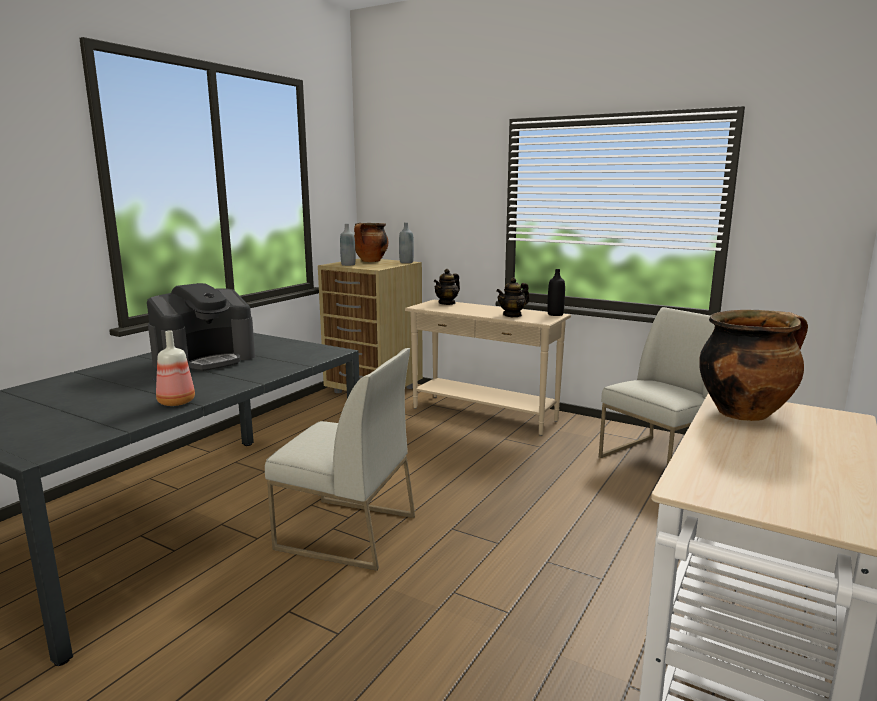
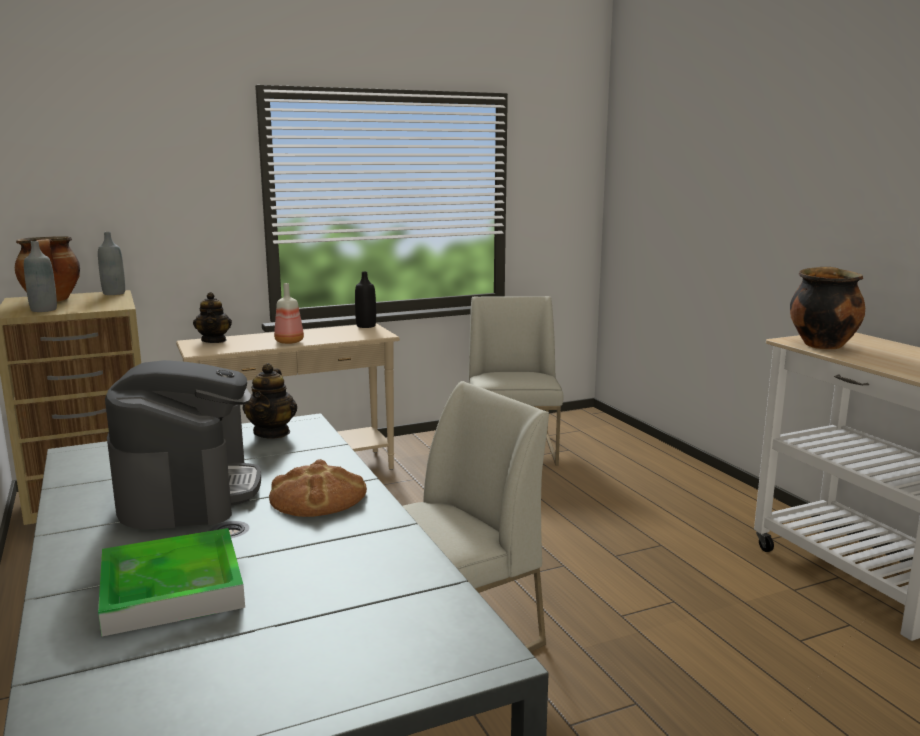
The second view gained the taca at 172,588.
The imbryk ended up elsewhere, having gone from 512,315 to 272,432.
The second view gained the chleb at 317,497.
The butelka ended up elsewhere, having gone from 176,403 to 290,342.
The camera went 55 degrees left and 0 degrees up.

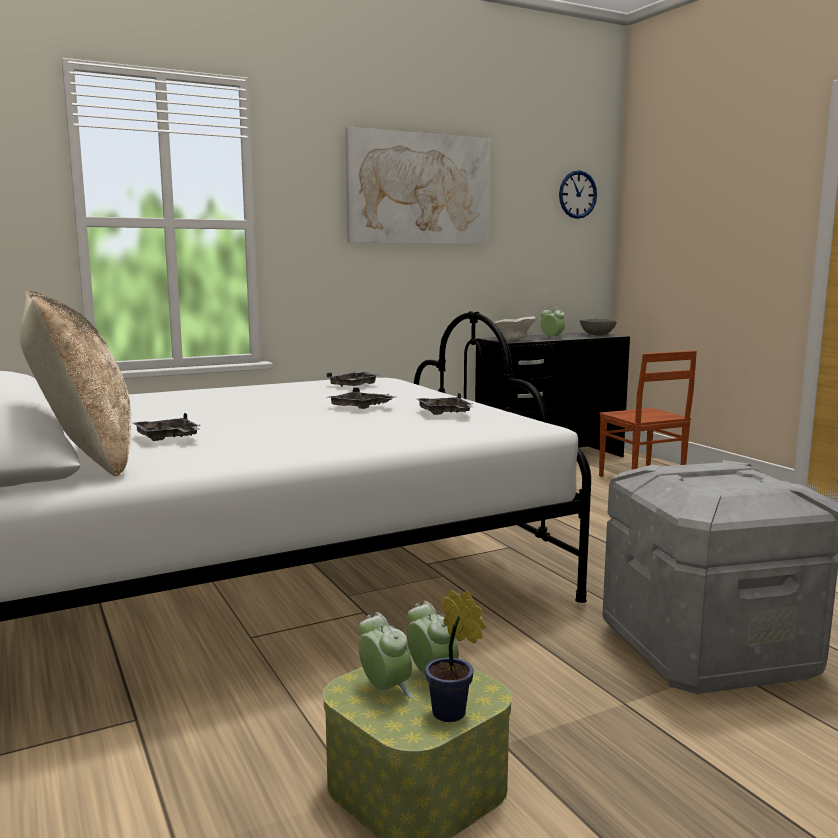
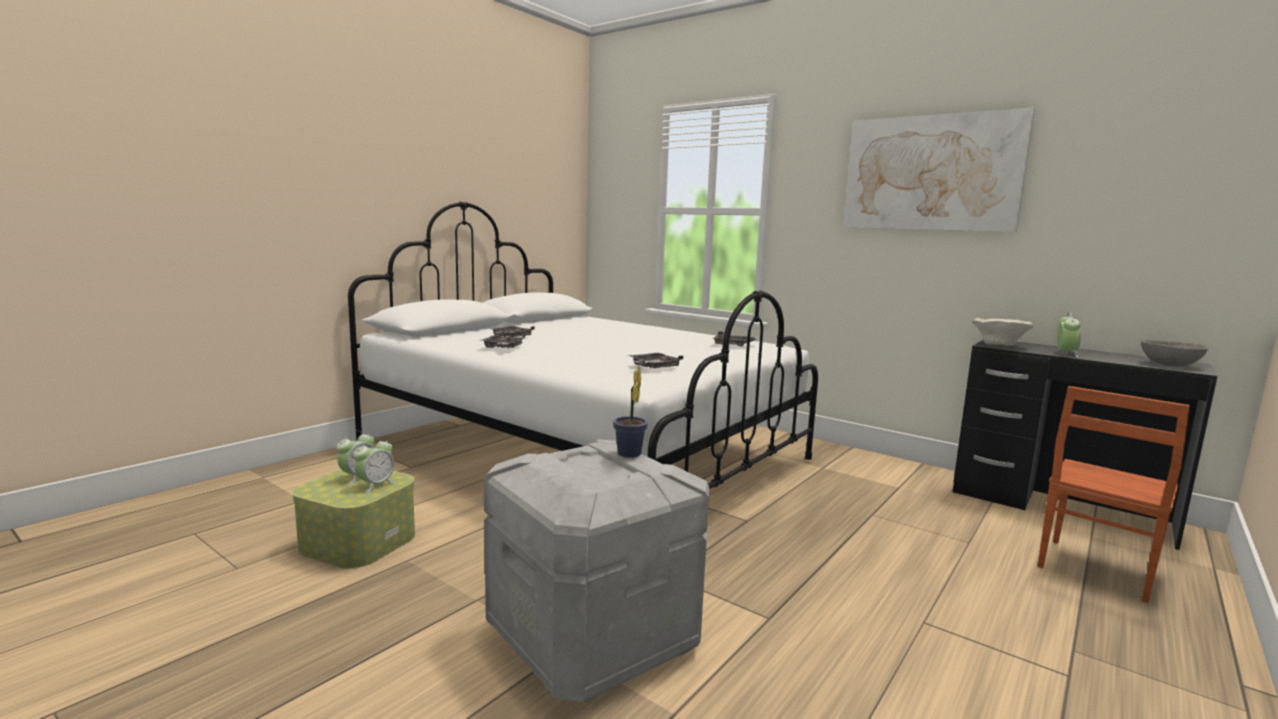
The taca/szary ended up elsewhere, having gone from 361,407 to 502,348.
The roślina doniczkowa ended up elsewhere, having gone from 453,715 to 628,455.
The second view lost the poduszka/beżowy at 83,461.
The second view lost the zegar ścienny at 577,194.
The camera went 65 degrees right and 0 degrees up.

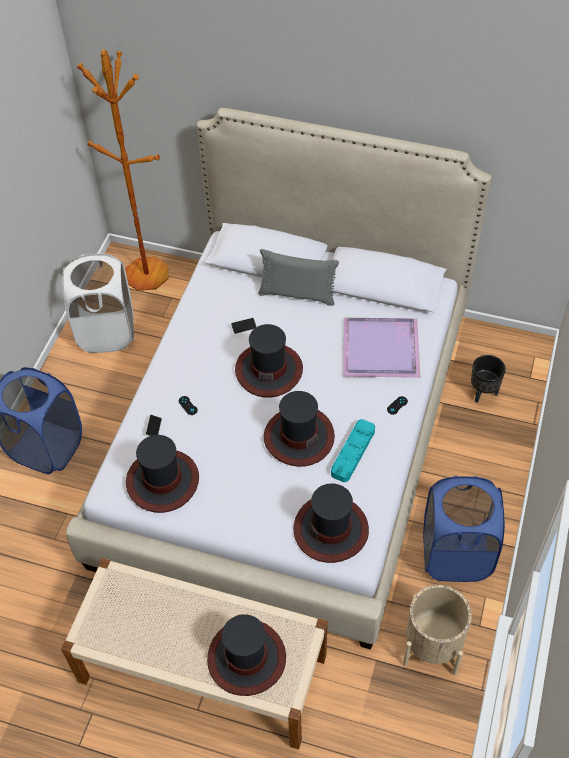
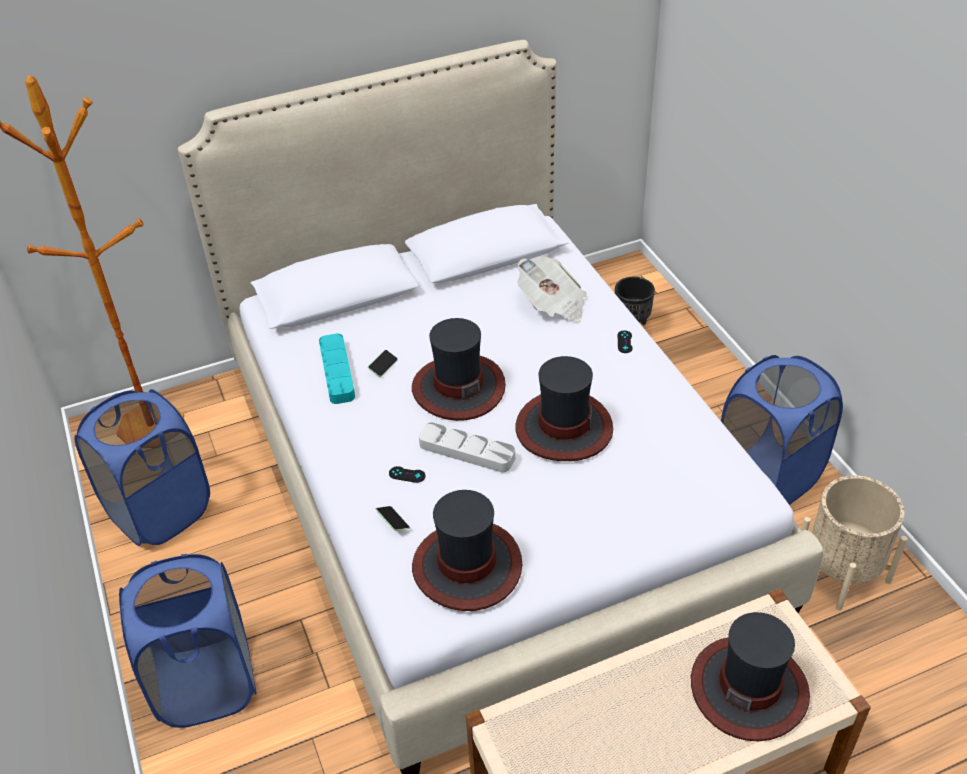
What was the kosz na pranie/biały at 107,332 turned into the kosz na pranie/niebieski at 160,511.
The taca/turkusowy ended up elsewhere, having gone from 353,452 to 337,372.
The second view gained the taca/szary at 467,451.
Where the taca/fioletowy stood at 382,350, the gazeta came to stand at 552,305.
The second view lost the poduszka/szary at 297,294.
The second view lost the kapelusz at 331,529.
The camera went 40 degrees left and 10 degrees down.

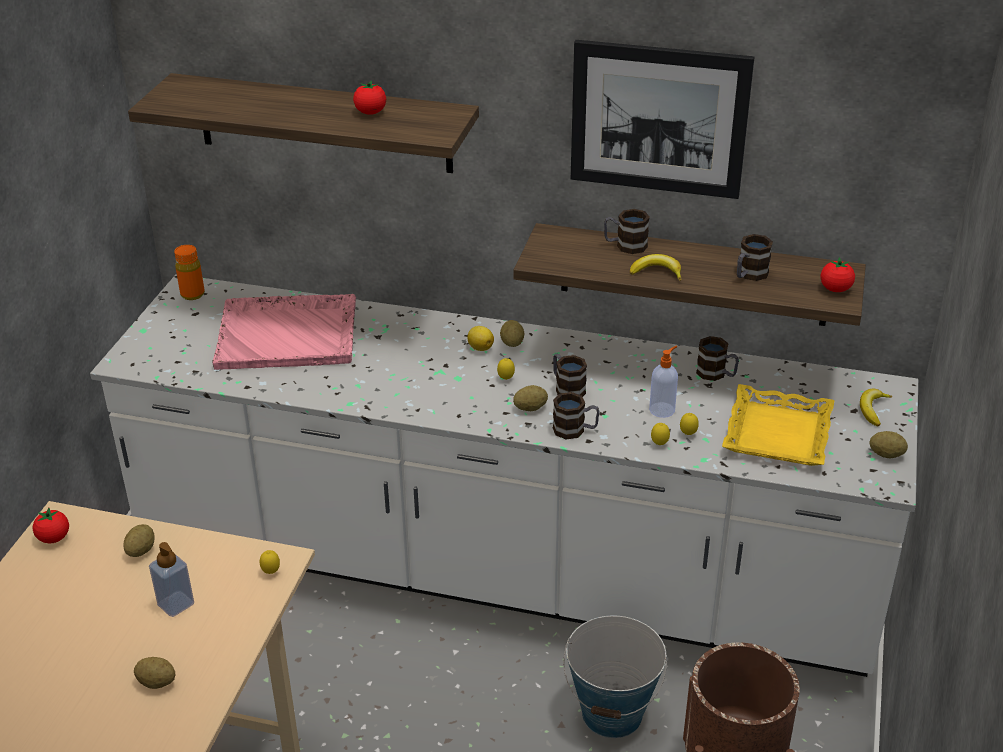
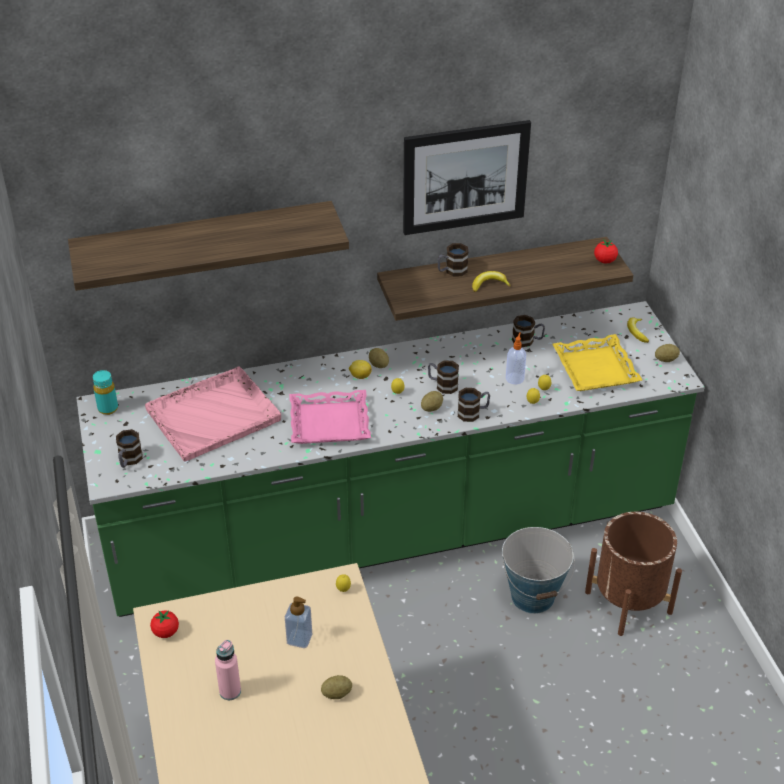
What was the zabudowa kuchenna/biały at 503,570 turned into the zabudowa kuchenna/zielony at 392,531.
What was the butelka/pomarańczowy at 192,294 turned into the butelka/turkusowy at 108,409.
The kubek ended up elsewhere, having gone from 749,275 to 129,460.
The second view gained the butelka/różowy at 230,691.
The second view gained the taca/różowy at 329,422.
The second view lost the ziemniak at 141,550.
The second view lost the pomidor at 370,112.
The camera went 30 degrees left and 5 degrees up.

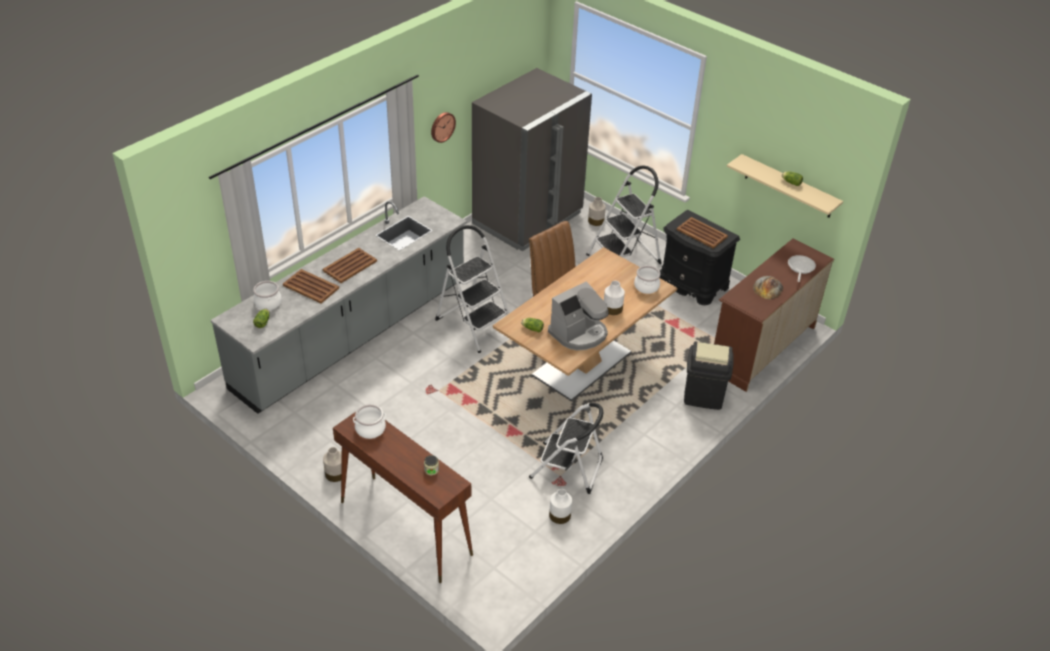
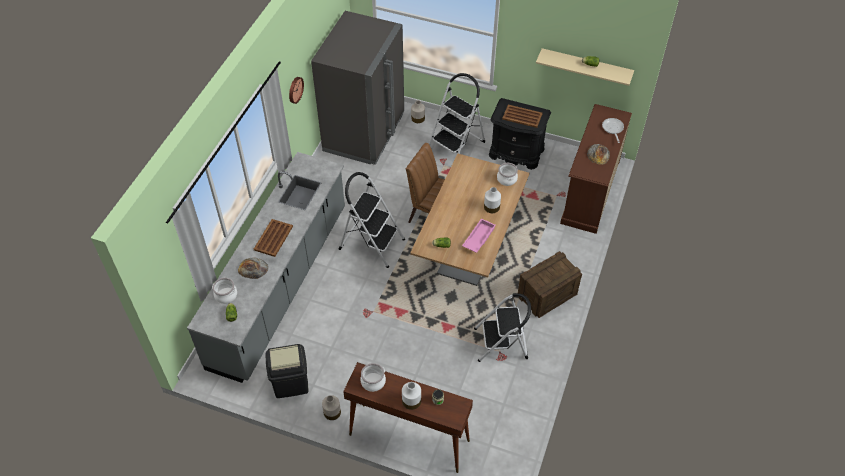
Where the taca/brązowy stood at 311,287, the chleb came to stand at 253,268.
The kosz na śmieci/czarny ended up elsewhere, having gone from 703,396 to 291,383.
The wazon/biały ended up elsewhere, having gone from 560,515 to 411,401.
Where the ekspres do kawy stood at 579,333, the taca/różowy came to stand at 478,238.
The second view gained the skrzynka at 547,295.
The camera went 20 degrees left and 10 degrees up.

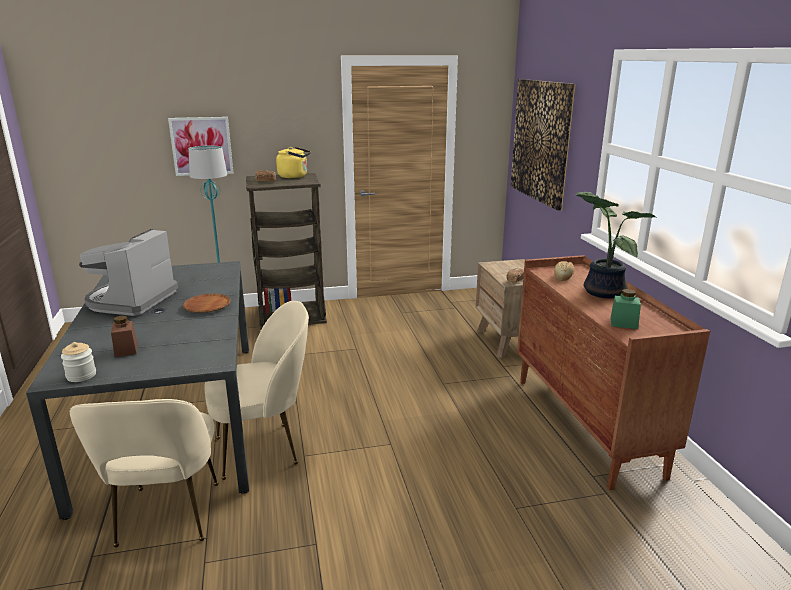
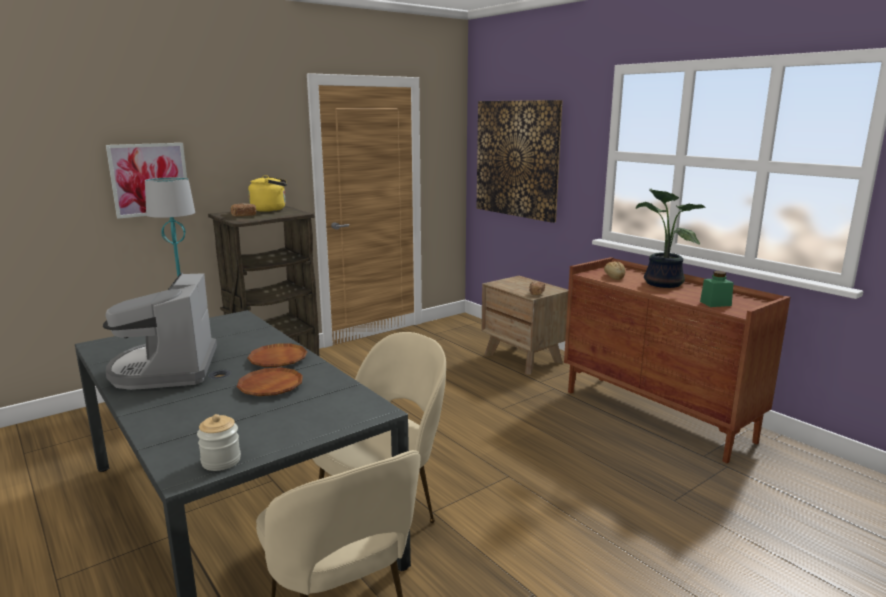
The second view gained the talerz/brązowy at 270,386.
The second view lost the słoik/brązowy at 126,350.
The camera went 25 degrees left and 5 degrees down.

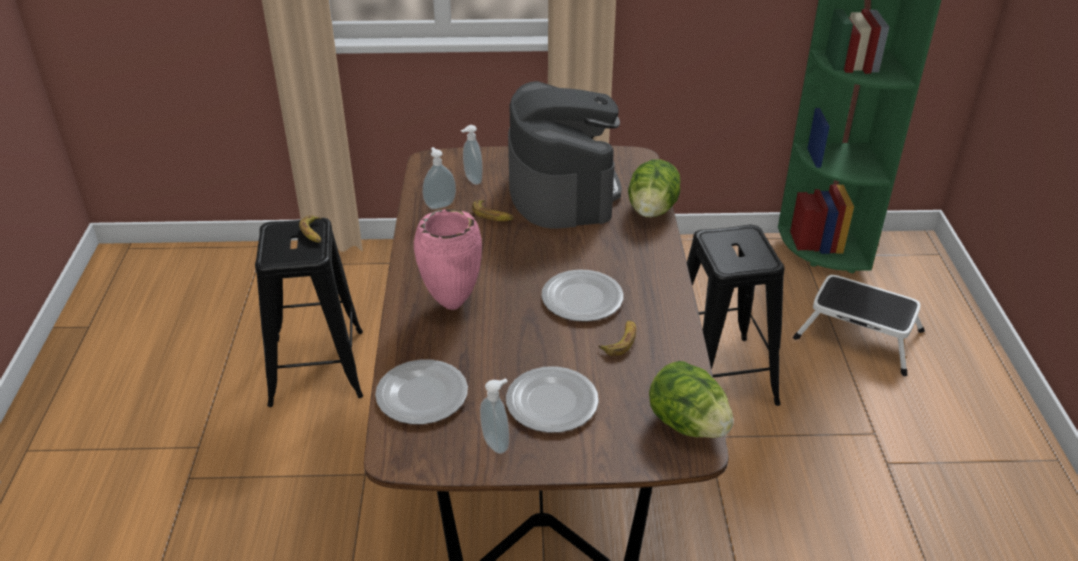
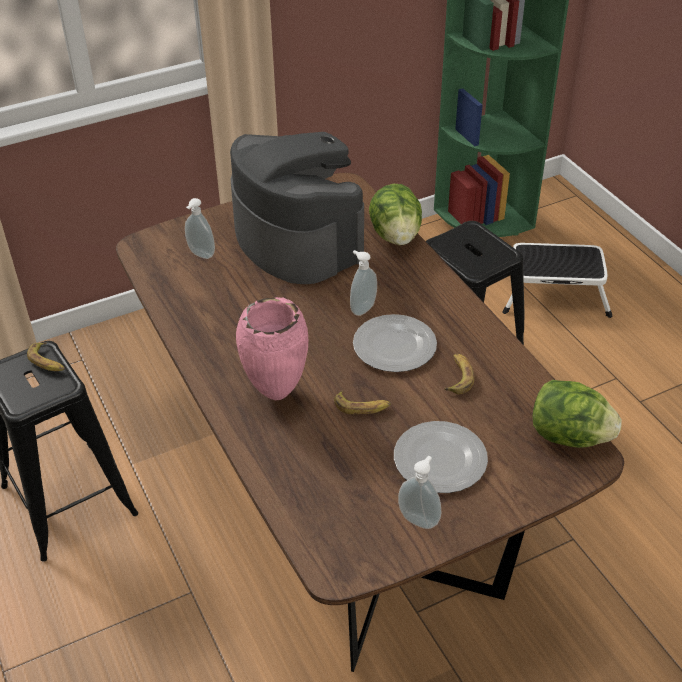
The banan ended up elsewhere, having gone from 492,215 to 362,406.
The dozownik mydła ended up elsewhere, having gone from 439,204 to 362,308.
The second view lost the talerz at 423,394.
The camera went 25 degrees left and 5 degrees up.

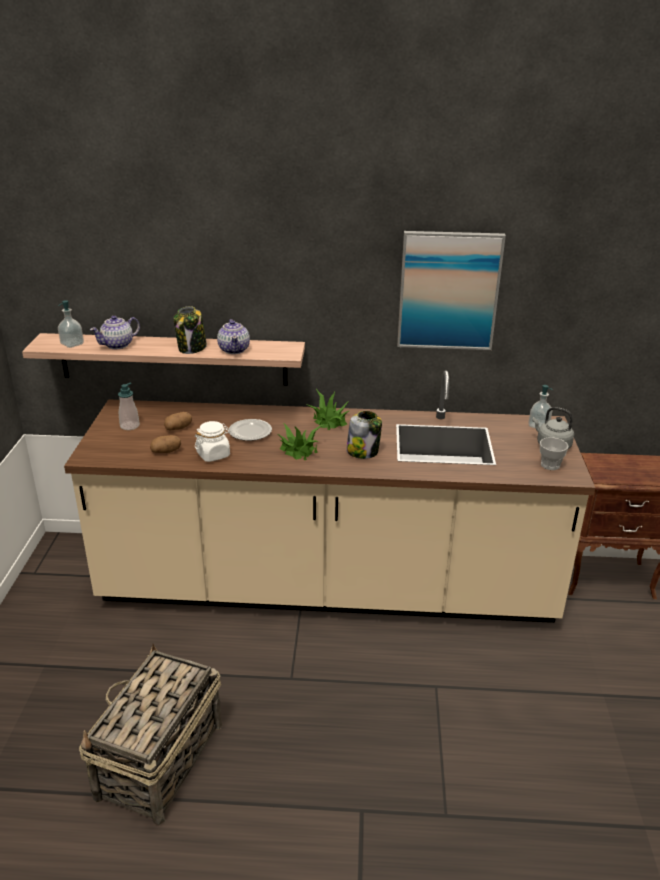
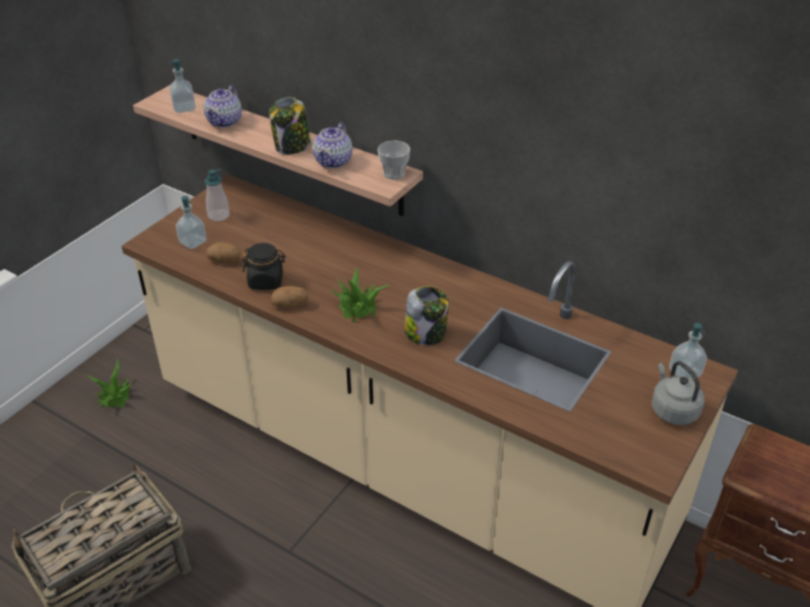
The roślina doniczkowa ended up elsewhere, having gone from 329,420 to 115,395.
The second view gained the dozownik mydła at 193,242.
The imbryk at 118,345 ended up facing another way, 60 degrees counterclockwise from before.
What was the słoik/biały at 213,455 turned into the słoik/czarny at 266,281.
The ziemniak ended up elsewhere, having gone from 178,428 to 290,304.
The filiżanka ended up elsewhere, having gone from 550,465 to 394,173.
The second view lost the talerz at 250,432.
The second view lost the obraz at 448,291.
The camera went 30 degrees right and 10 degrees up.

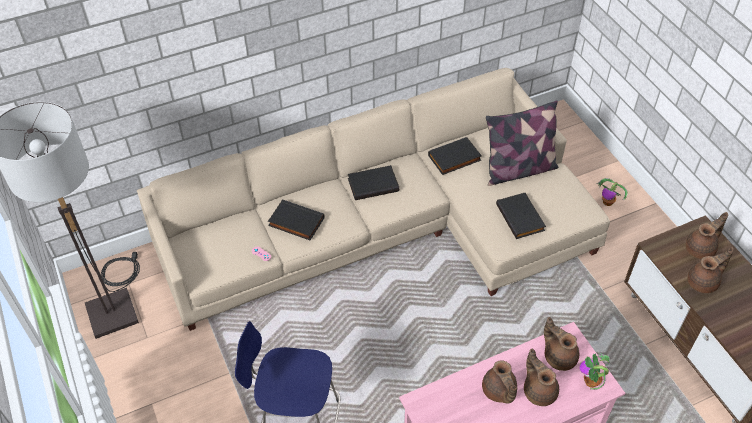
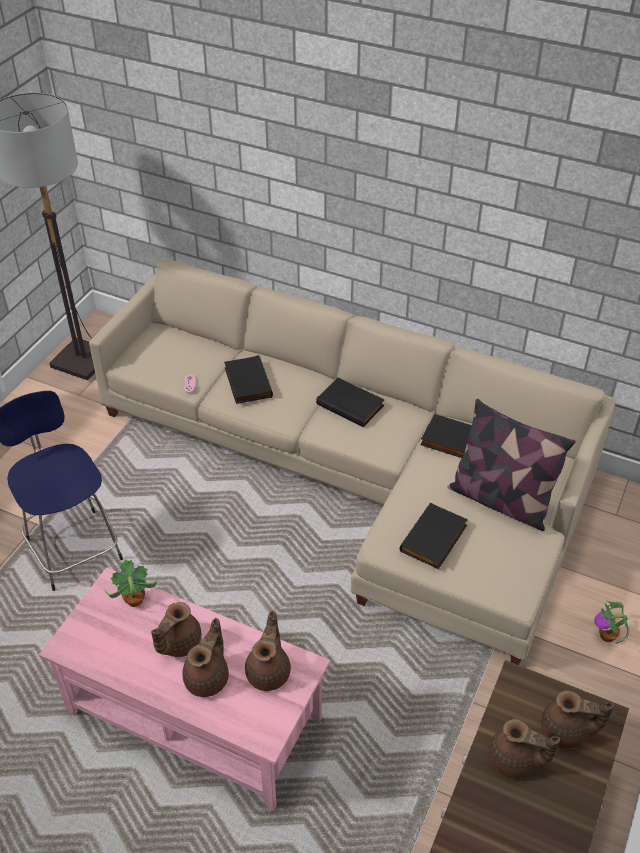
The roślina doniczkowa ended up elsewhere, having gone from 591,382 to 134,600.
The camera went 50 degrees right and 5 degrees down.

